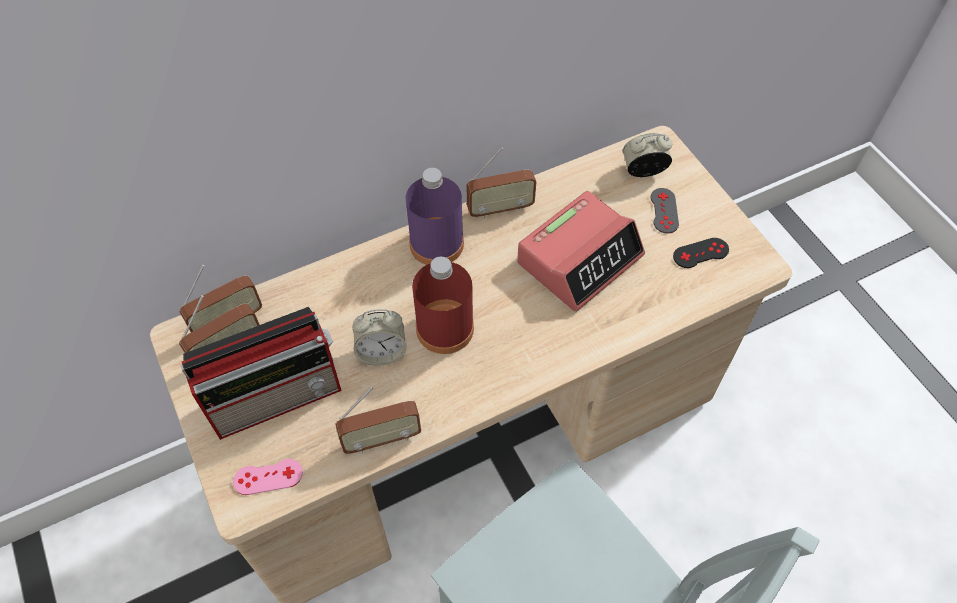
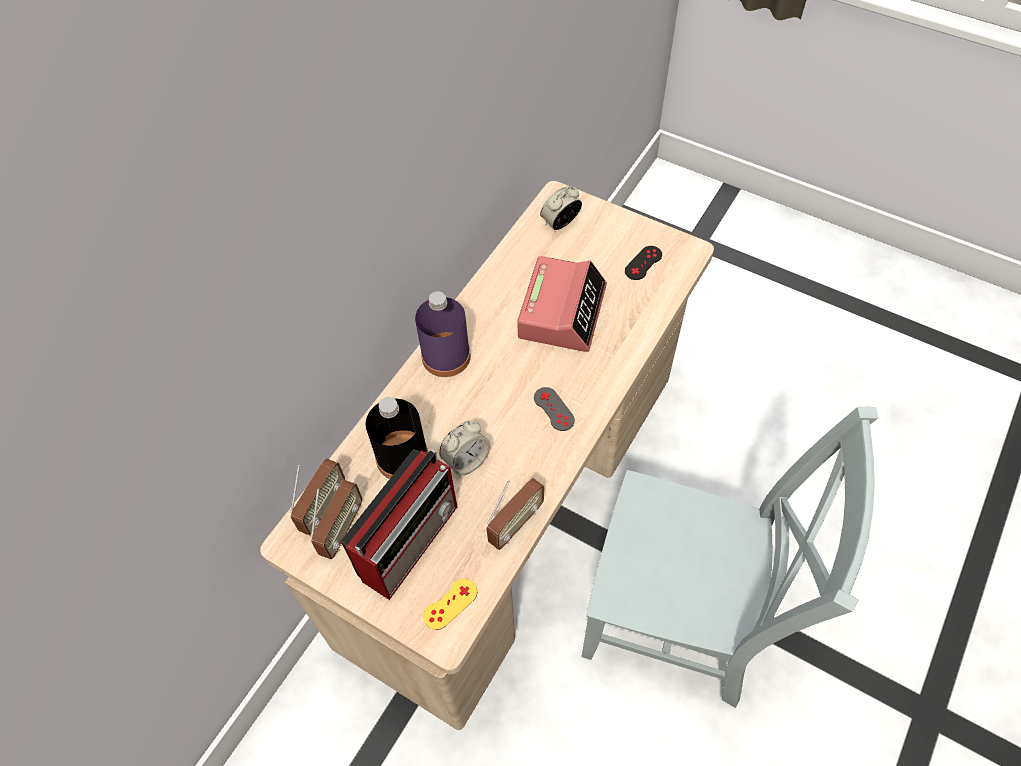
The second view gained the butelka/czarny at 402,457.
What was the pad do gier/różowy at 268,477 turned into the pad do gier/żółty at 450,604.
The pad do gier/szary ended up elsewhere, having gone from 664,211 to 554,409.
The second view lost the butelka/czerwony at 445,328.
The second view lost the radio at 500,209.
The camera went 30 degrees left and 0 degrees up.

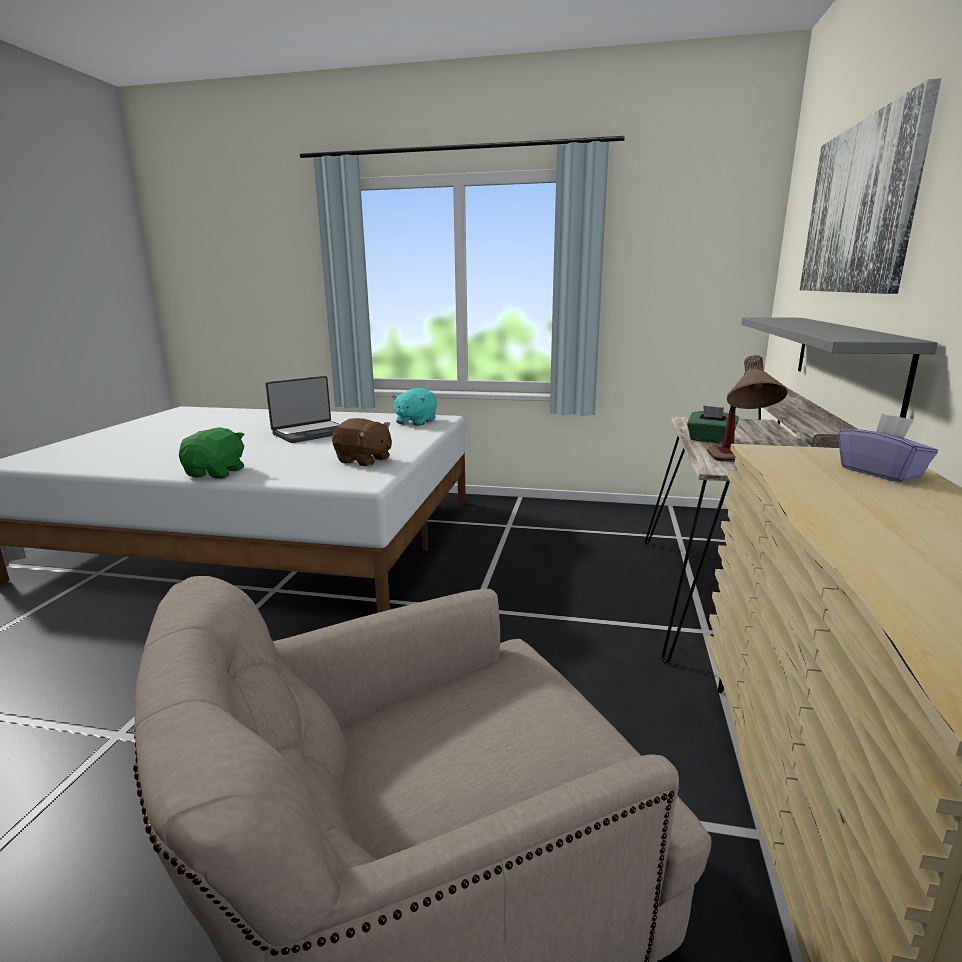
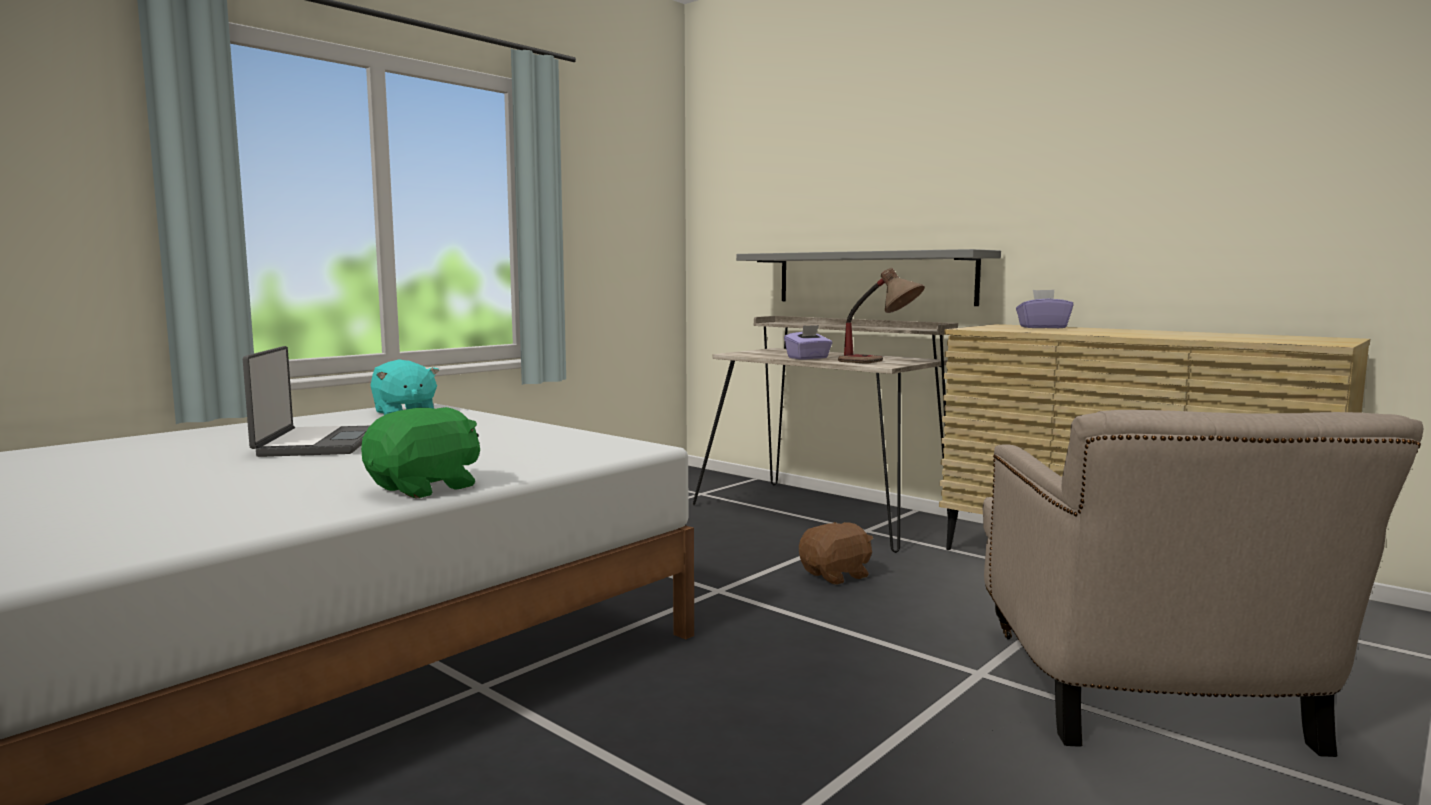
The pluszak/zielony at 217,473 ended up facing another way, 90 degrees clockwise from before.
What was the pudełko chusteczek/zielony at 710,440 turned into the pudełko chusteczek/fioletowy at 808,358.
The pluszak/brązowy ended up elsewhere, having gone from 364,460 to 836,575.
The second view lost the obraz at 859,208.
The camera went 60 degrees left and 10 degrees down.

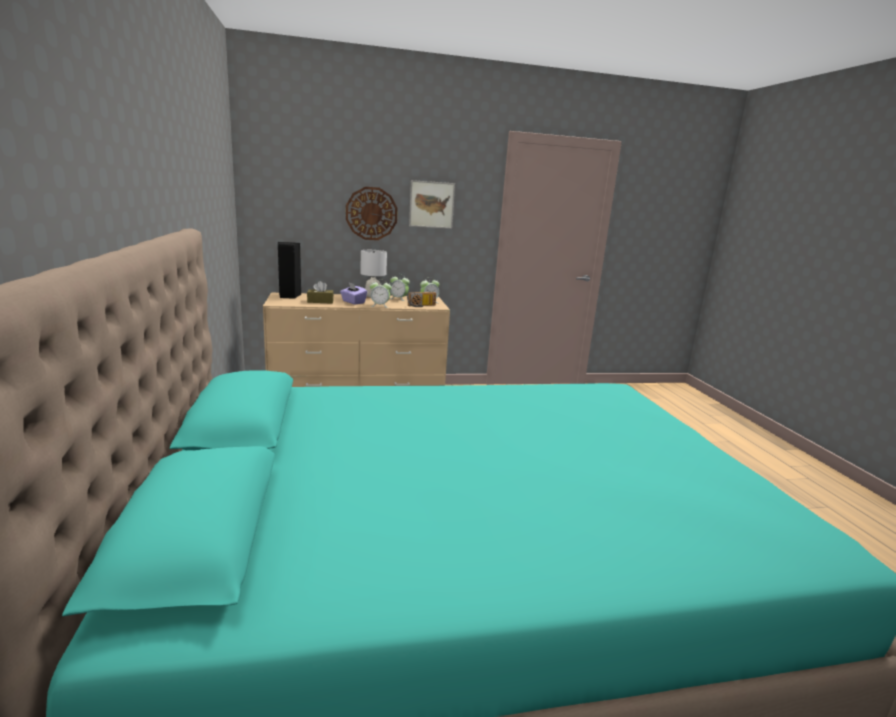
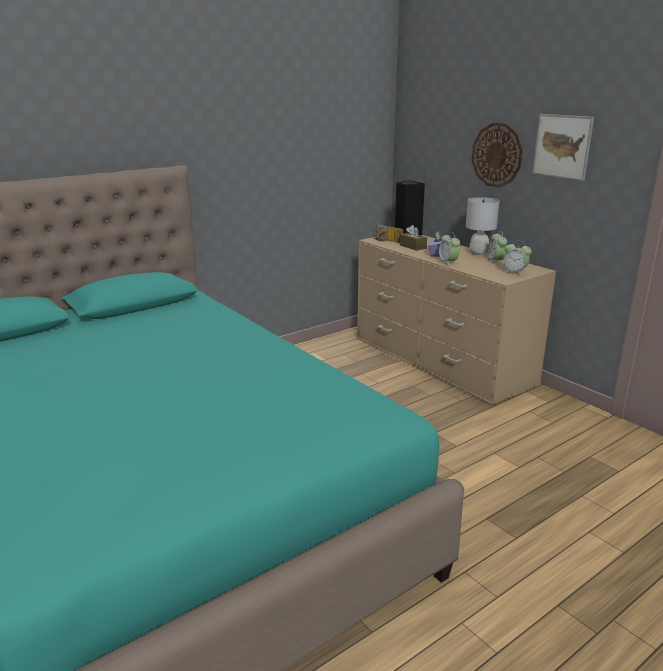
The radio ended up elsewhere, having gone from 421,306 to 386,240.
The camera went 65 degrees right and 5 degrees up.

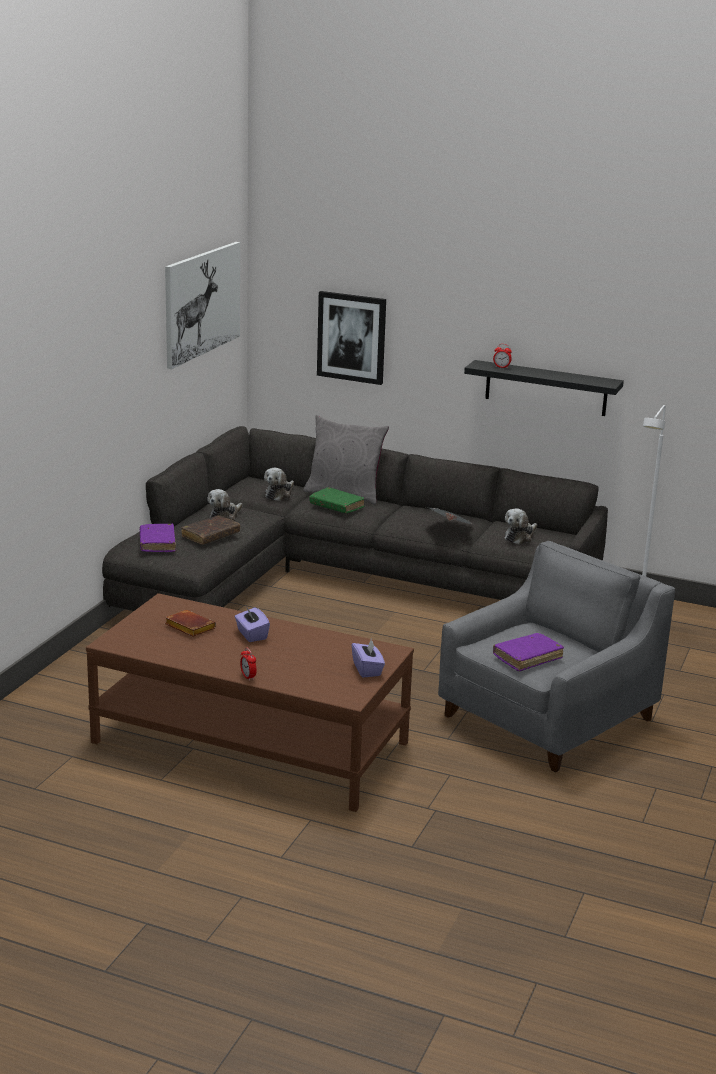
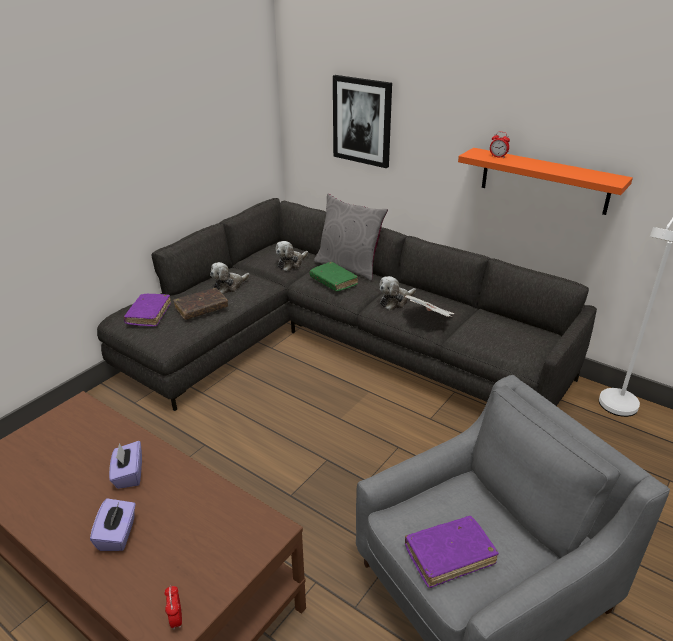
The pudełko chusteczek/fioletowy ended up elsewhere, having gone from 367,669 to 118,535.
The budzik ended up elsewhere, having gone from 248,677 to 176,619.
The pluszak ended up elsewhere, having gone from 520,537 to 395,301.
What was the półka/czarny at 546,388 turned into the półka/pomarańczowy at 544,181.
The second view lost the obraz at 202,303.
The second view lost the książka/brązowy at 188,627.
The camera went 15 degrees right and 10 degrees up.

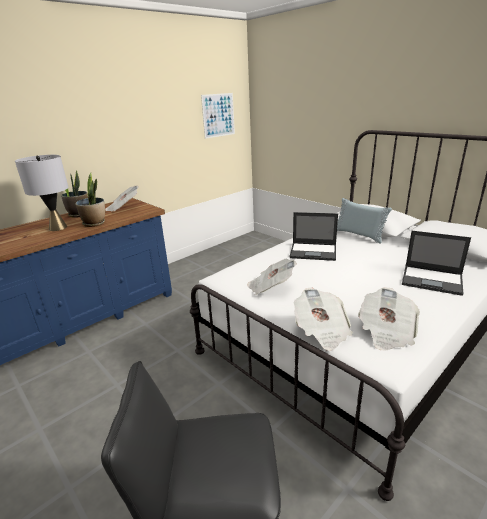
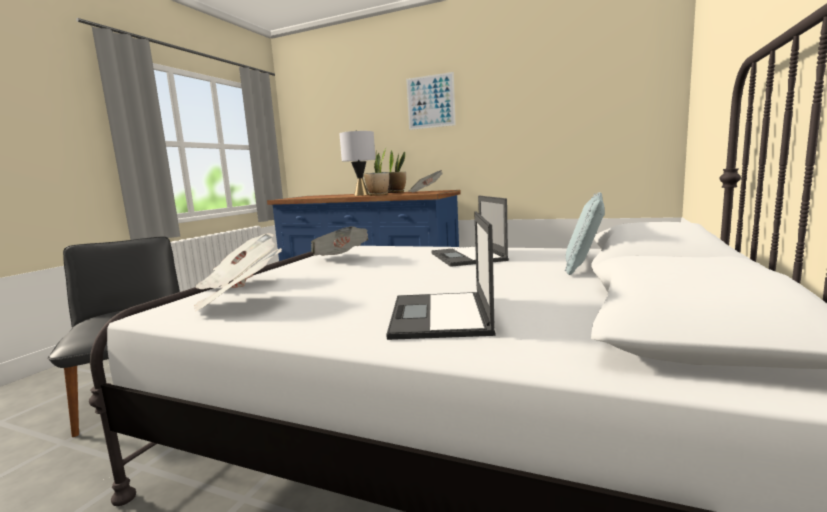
The obraz ended up elsewhere, having gone from 218,115 to 430,101.
The camera went 65 degrees right and 15 degrees down.

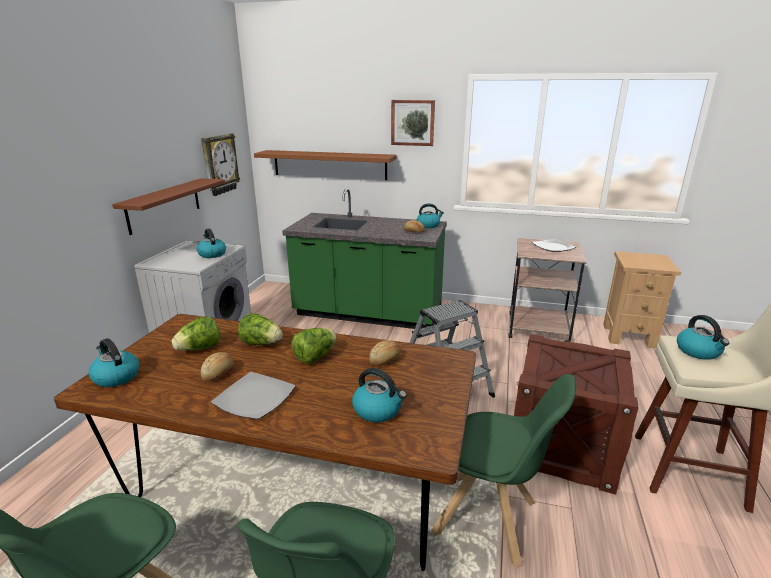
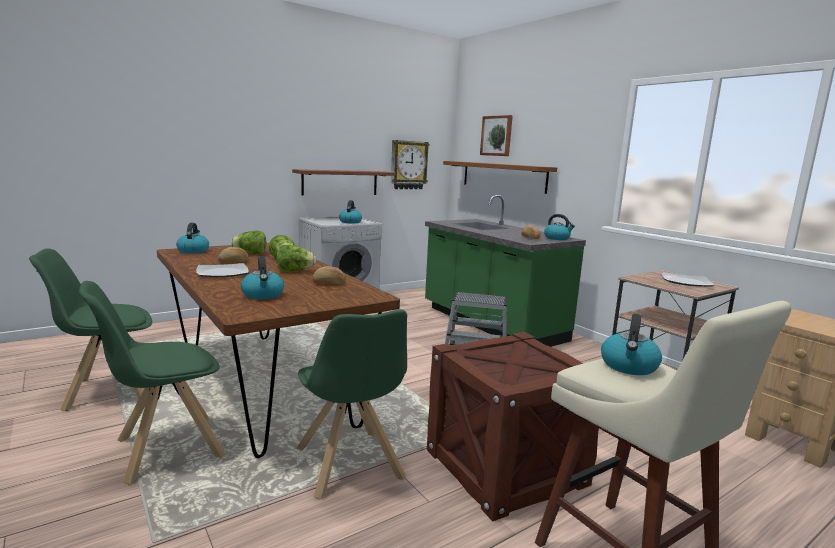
The obraz ended up elsewhere, having gone from 413,122 to 497,136.
The camera went 40 degrees right and 10 degrees down.

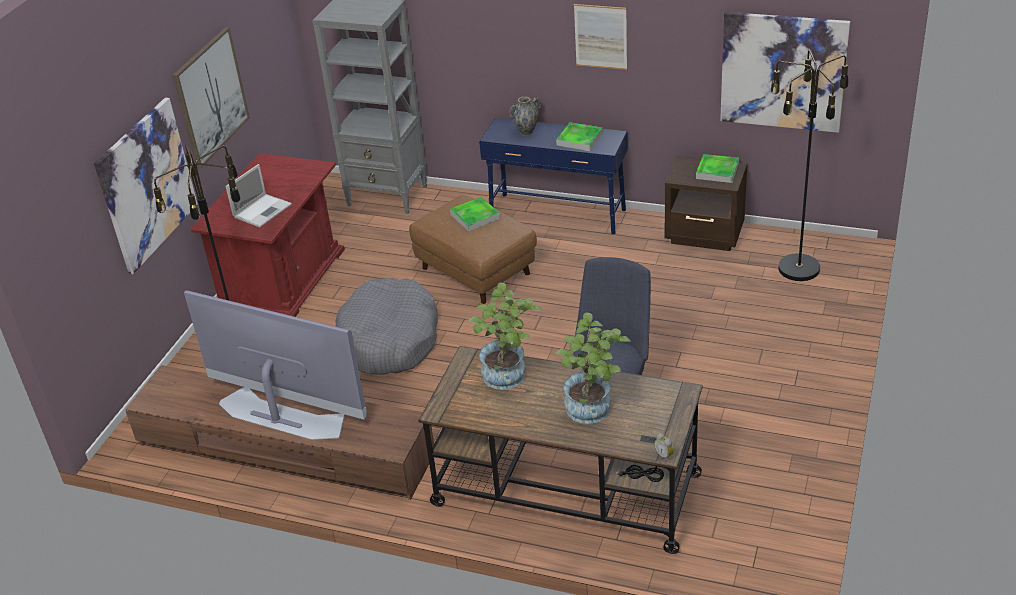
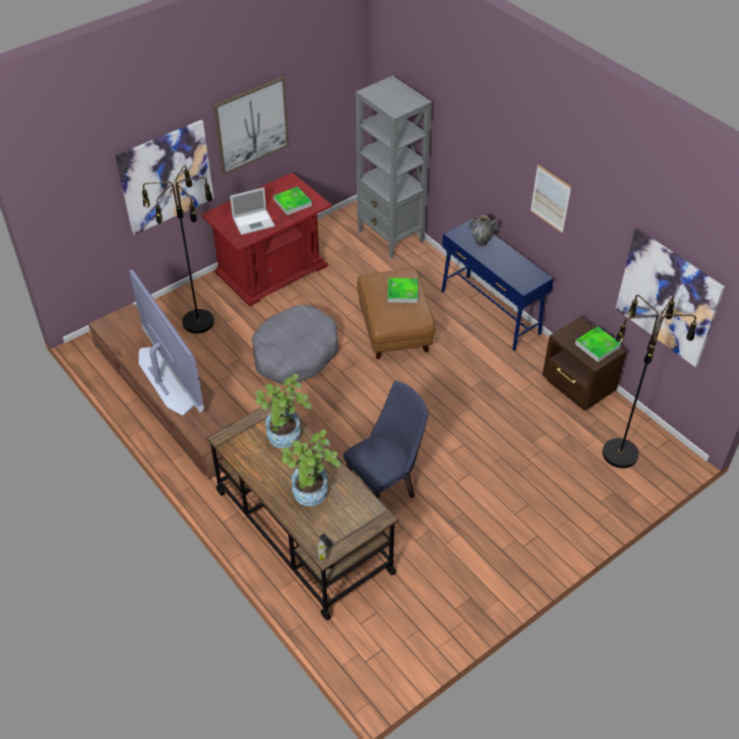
The taca ended up elsewhere, having gone from 579,139 to 292,203.
The camera went 30 degrees right and 10 degrees up.

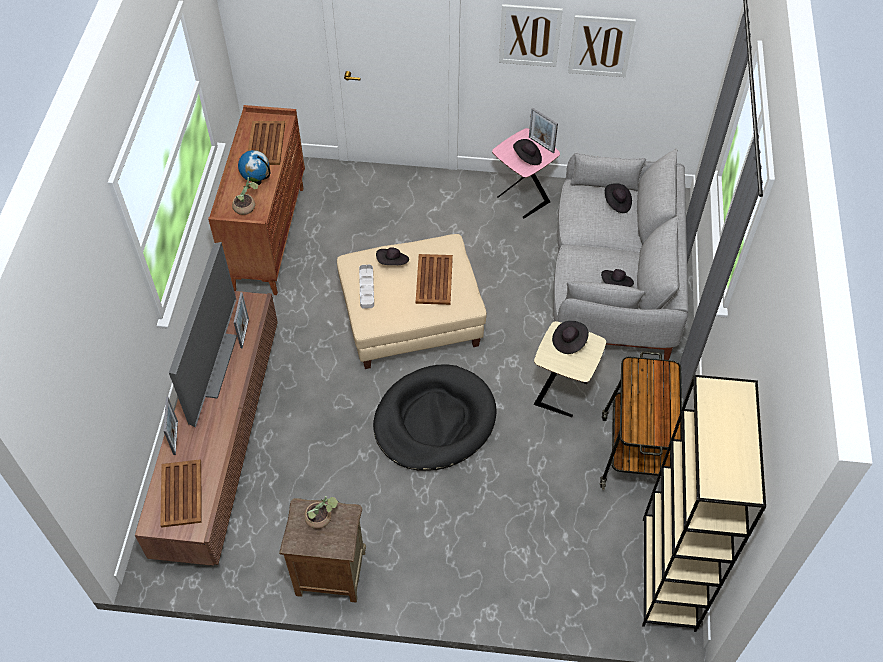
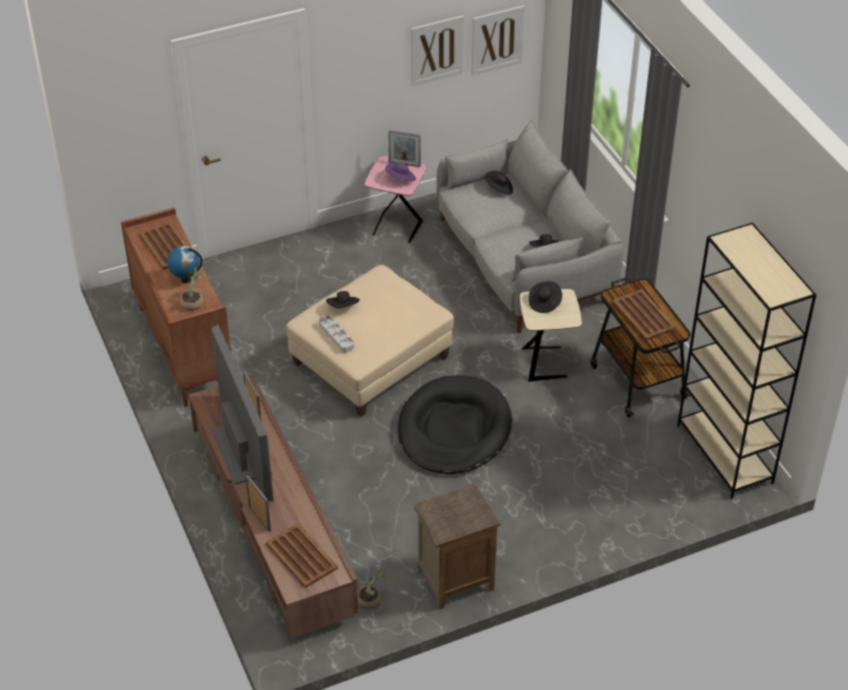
The roślina doniczkowa ended up elsewhere, having gone from 321,518 to 372,599.
What was the kapelusz/czarny at 527,158 turned into the kapelusz/fioletowy at 401,179.
The obraz ended up elsewhere, having gone from 530,35 to 497,39.
The taca/brązowy ended up elsewhere, having gone from 434,279 to 643,315.
The camera went 30 degrees left and 10 degrees down.

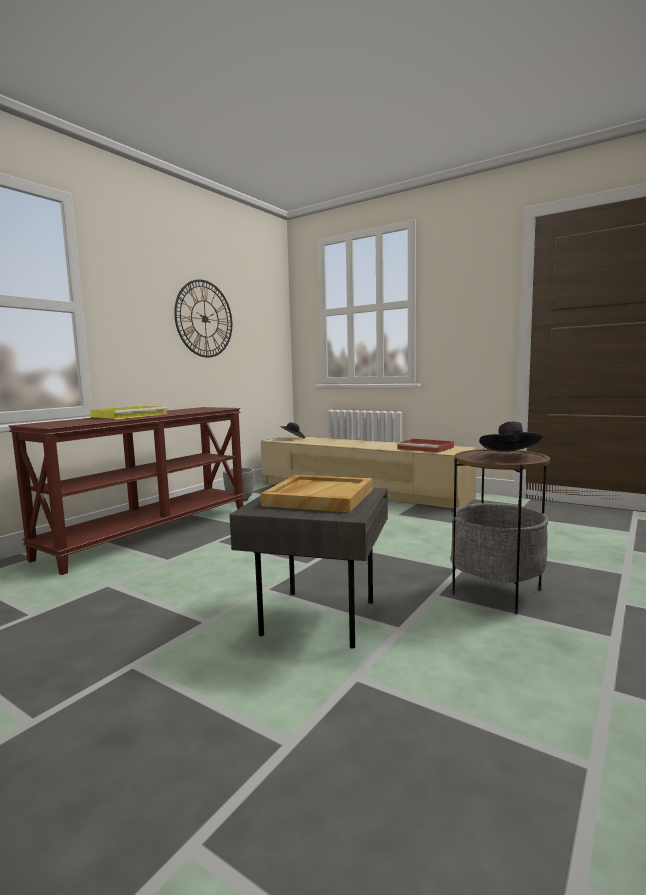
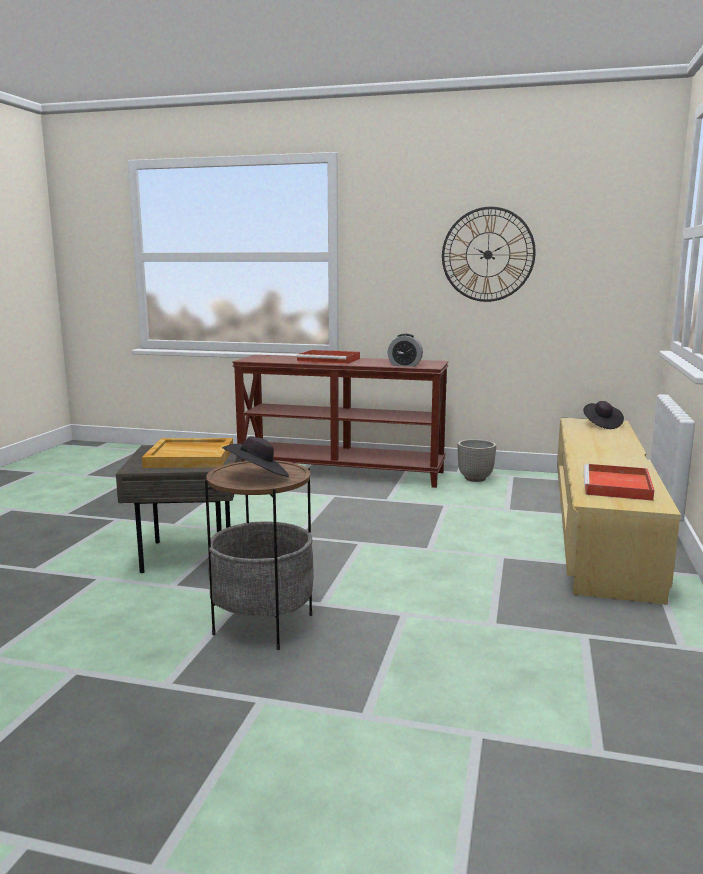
What was the taca/żółty at 130,416 turned into the taca/czerwony at 330,360.
The second view gained the budzik at 405,365.
The camera went 70 degrees right and 5 degrees up.

